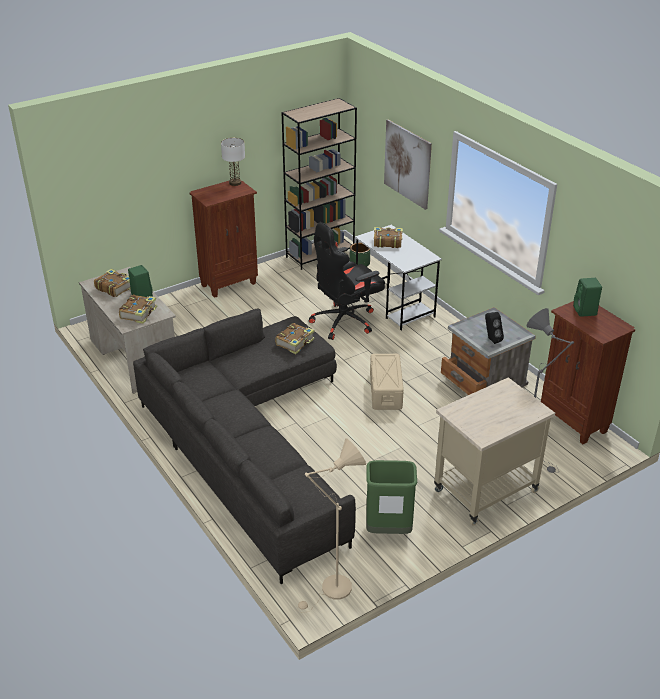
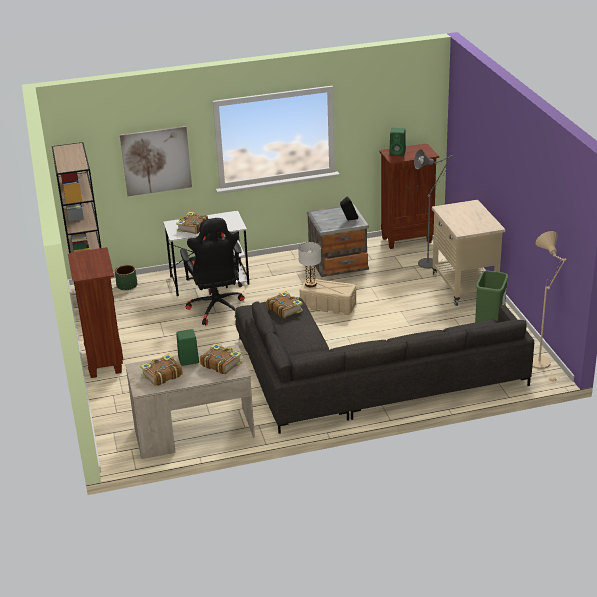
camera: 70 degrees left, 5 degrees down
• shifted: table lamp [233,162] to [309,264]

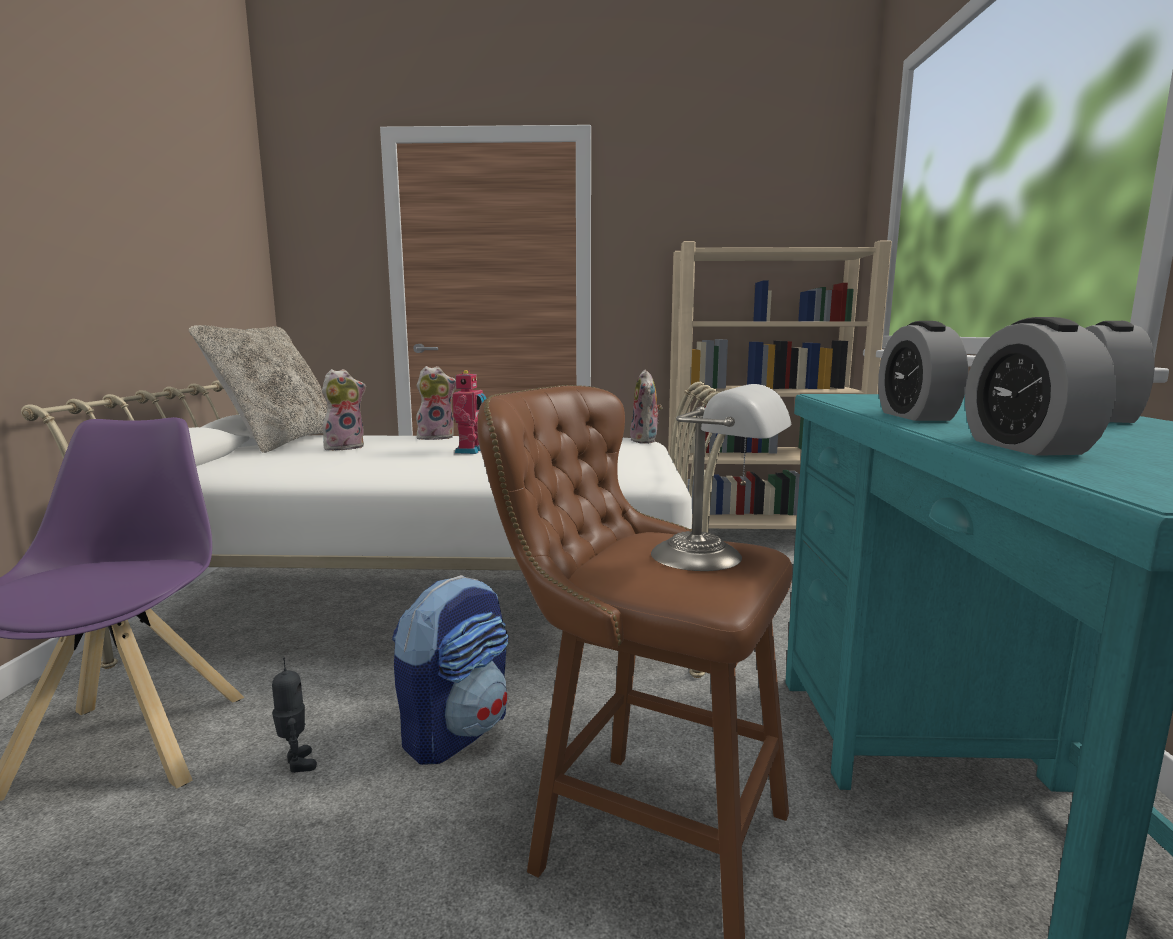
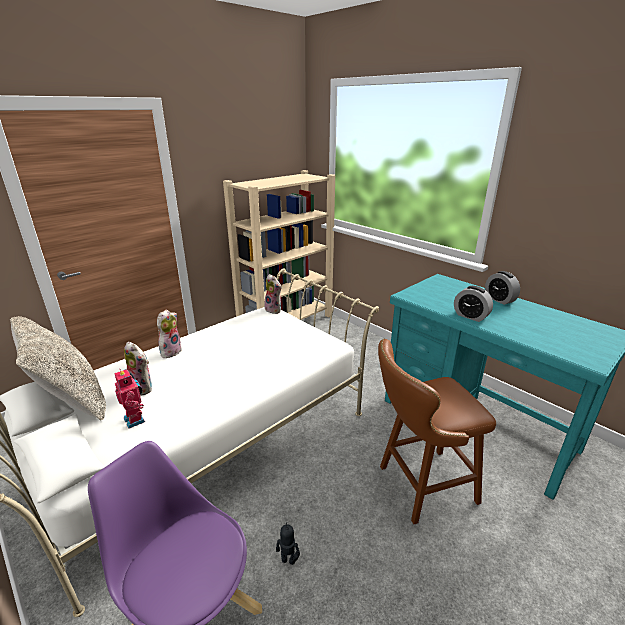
camera: 45 degrees left, 15 degrees up
• gone: knapsack [450,670]
• gone: white table lamp [721,477]
• gone: bedside clock [1041,386]
• shifted: model robot [469,412] to [129,399]
• rotated: soft toy [344,409] = [138,369] 120 degrees clockwise

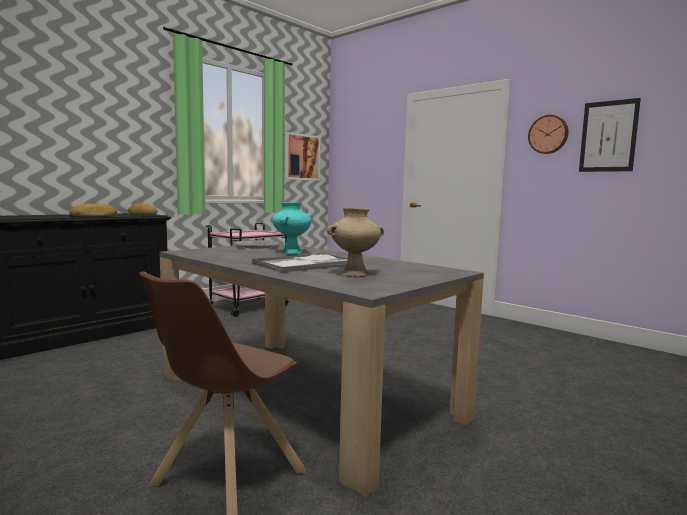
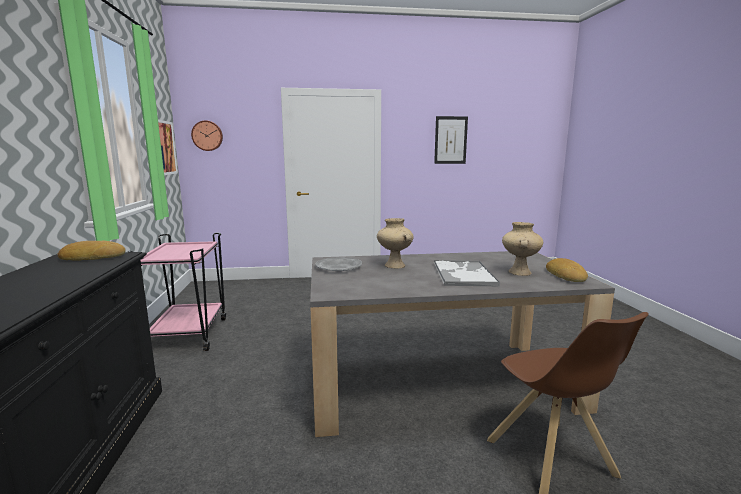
camera: 50 degrees left, 5 degrees up
• shifted: bread [93,210] to [567,270]
• shifted: wall clock [548,134] to [207,135]
• repainted: turquoise-coloured decorative vase [291,228] to sand-coloured decorative vase [395,243]

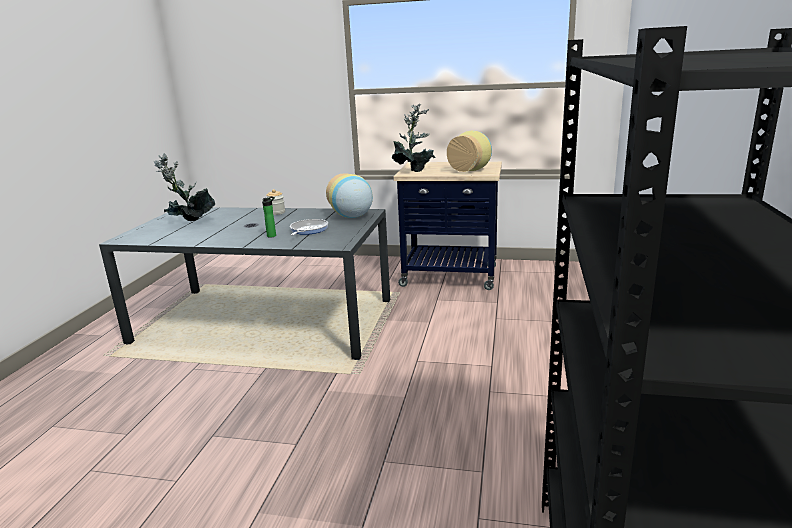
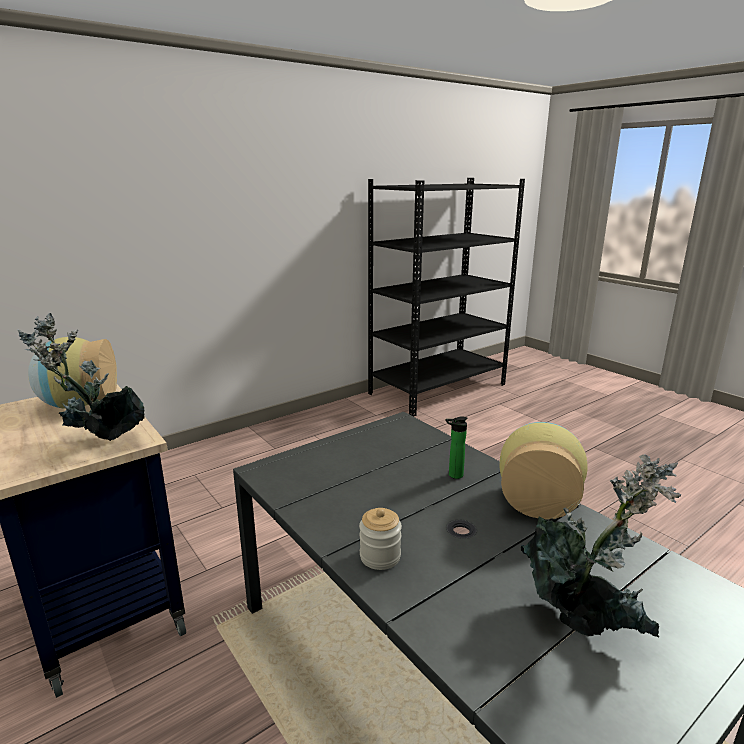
camera: 140 degrees left, 0 degrees up
• gone: skillet [309,227]
• shifted: decorative vase [349,195] to [543,471]

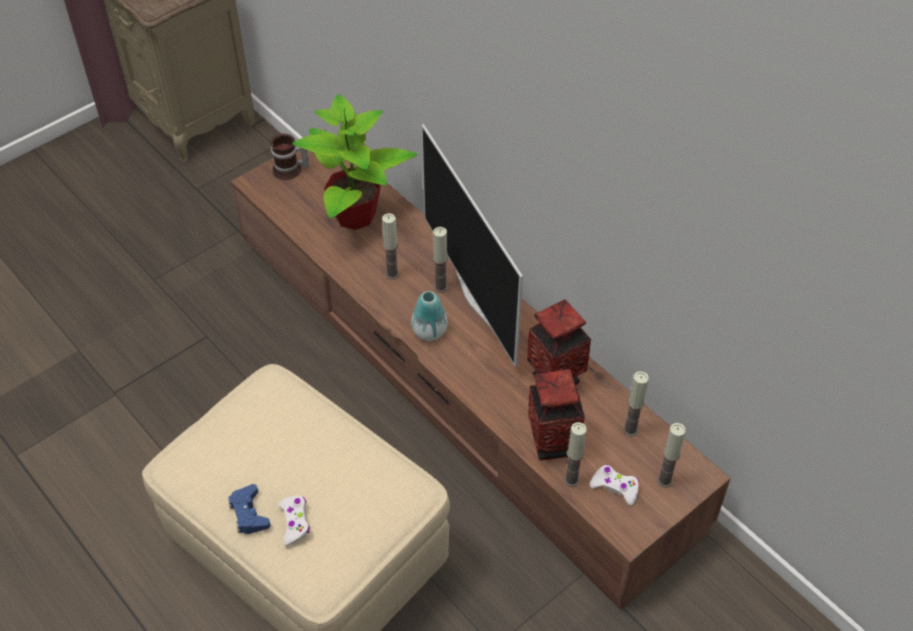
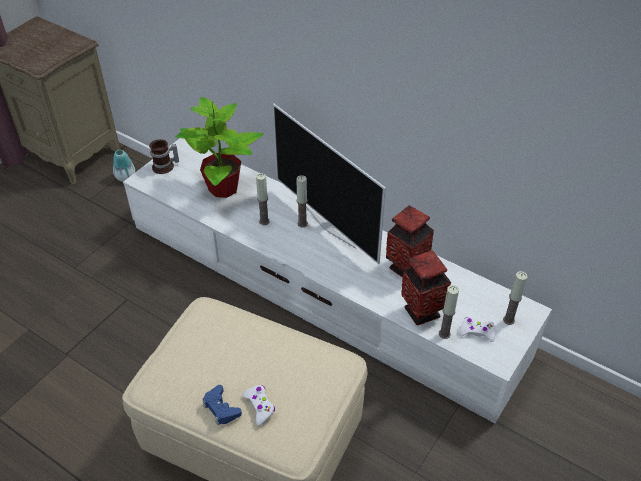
camera: 15 degrees left, 5 degrees down
• gone: wax light [636,403]
• shifted: decorative vase [429,316] to [124,166]
• repainted: brown-coloured tv unit [481,370] to white tv unit [337,280]

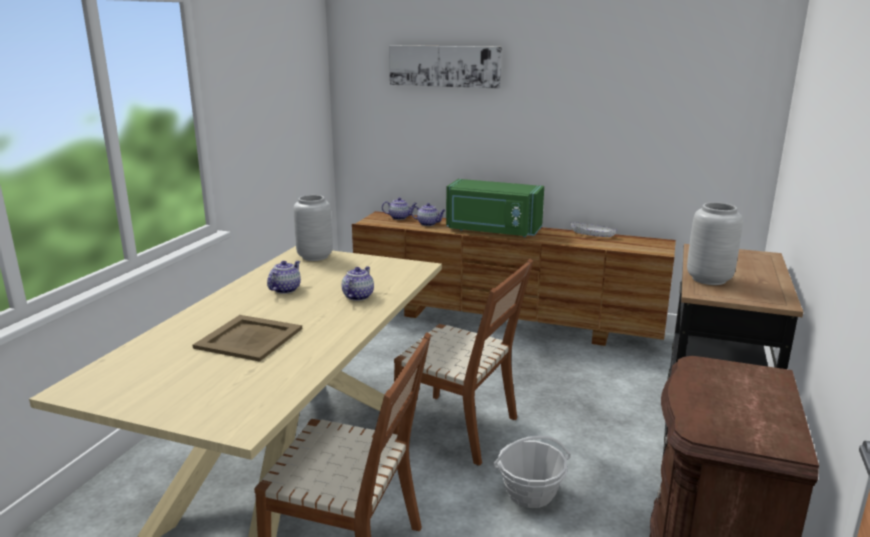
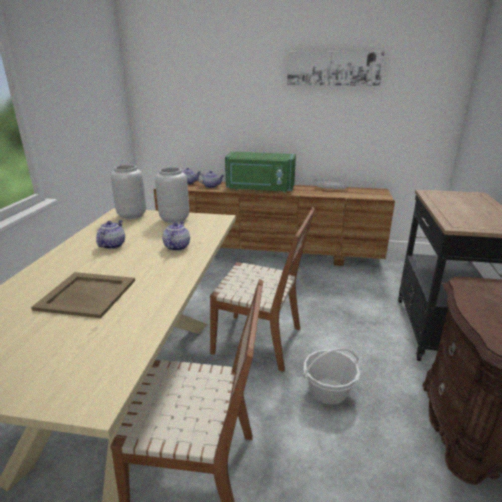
camera: 10 degrees left, 5 degrees up
• shifted: picture [445,67] to [336,68]
• shifted: greyish decorative vase [715,243] to [172,195]

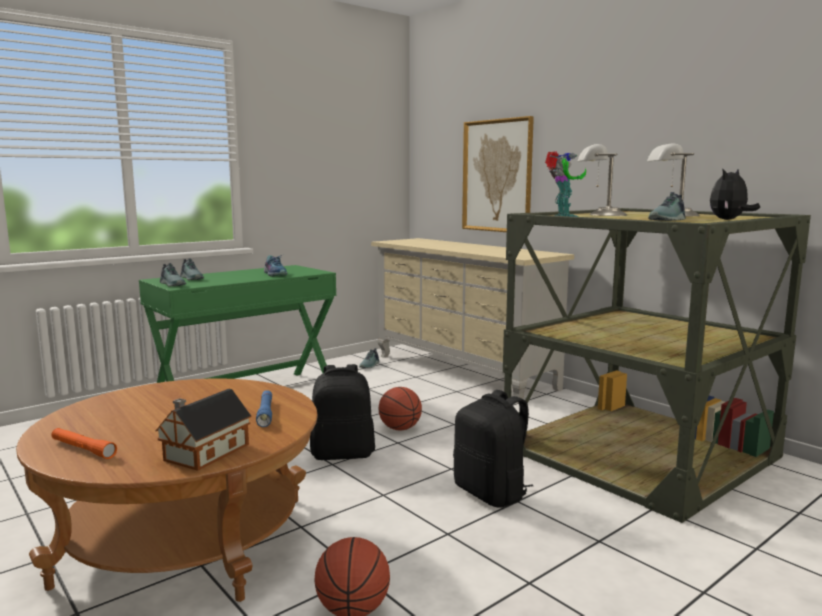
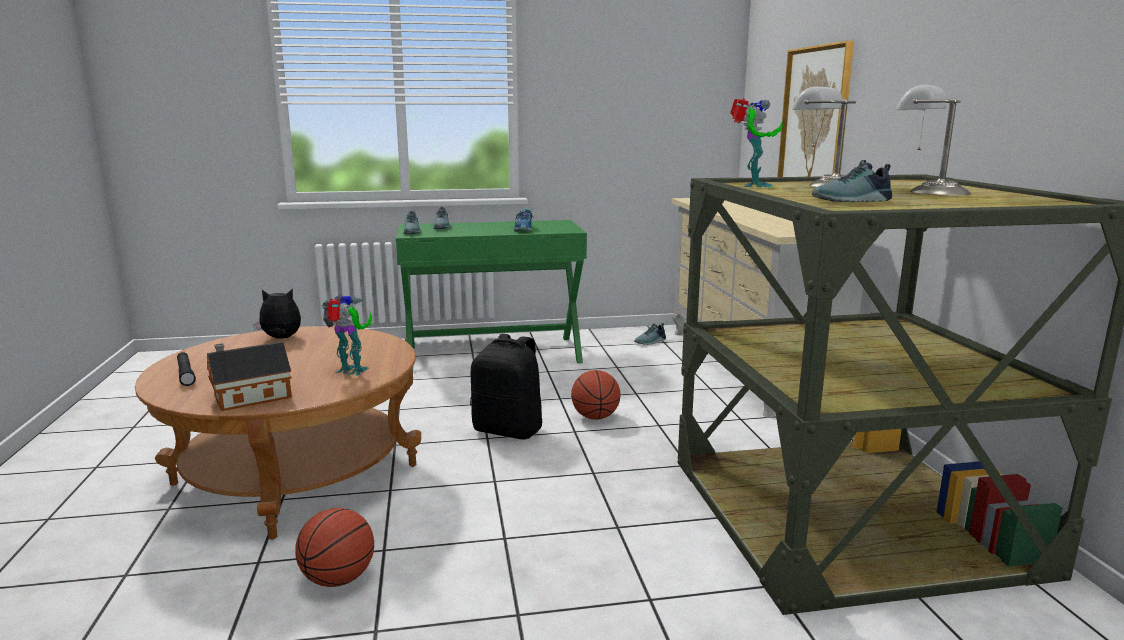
camera: 30 degrees right, 5 degrees up
• gone: black-coloured knapsack [493,449]
• shifted: soft toy [735,194] to [277,314]
• swapped: blue hand torch [264,408] to model robot [346,335]
• repainted: orange-coloured hand torch [84,443] to black-coloured hand torch [186,369]

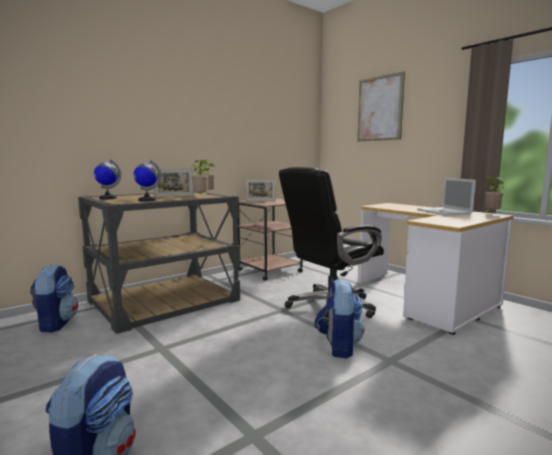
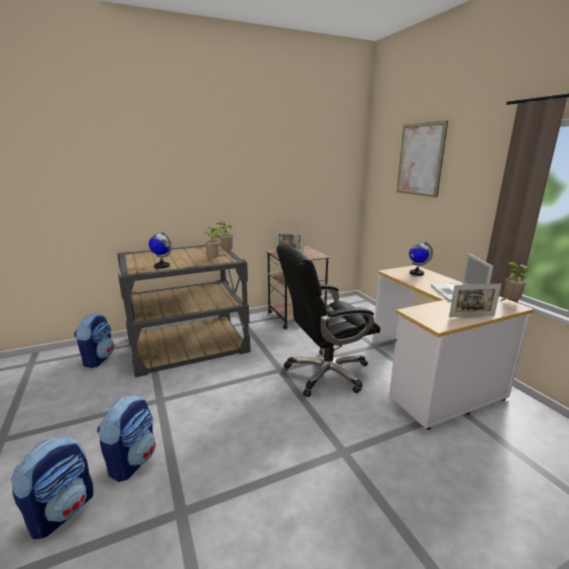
camera: 15 degrees right, 10 degrees up
• shifted: world globe [107,179] to [421,259]
• shifted: standing frame [174,182] to [475,301]
• shifted: knapsack [339,318] to [126,438]

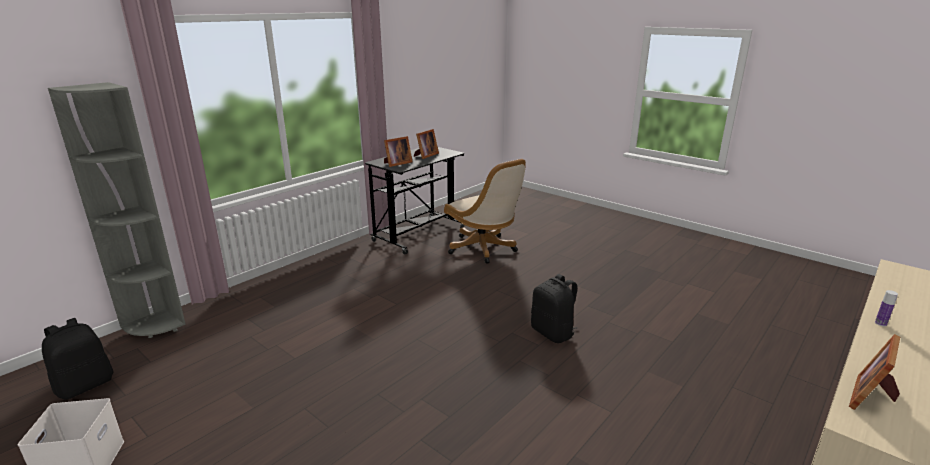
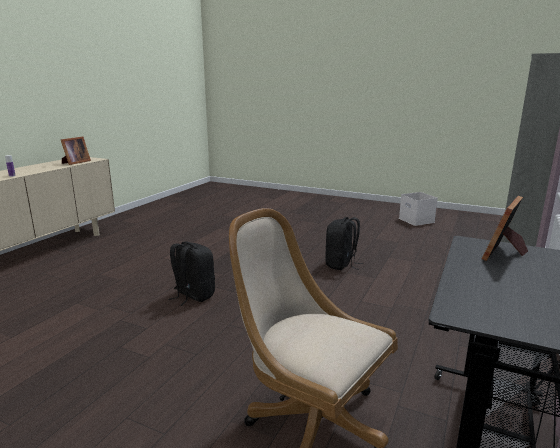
camera: 165 degrees right, 5 degrees down
• gone: standing frame [426,144]
• shifted: black-coloured knapsack [78,359] to [344,243]

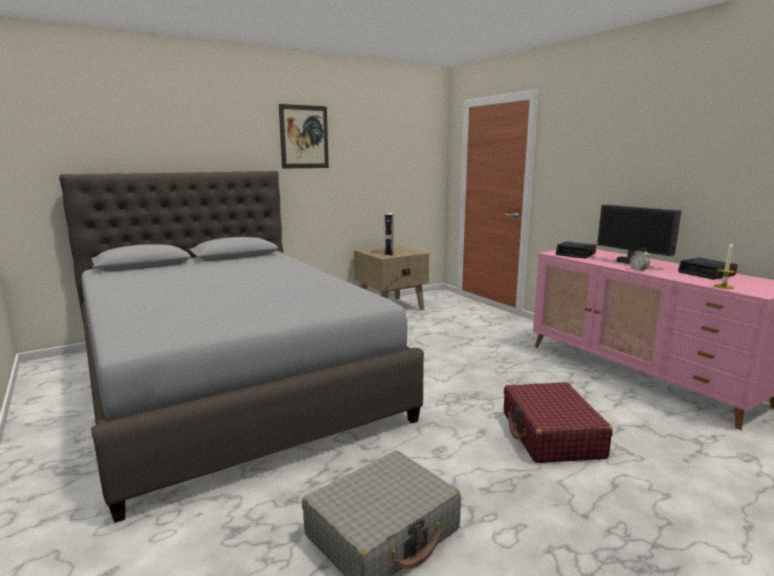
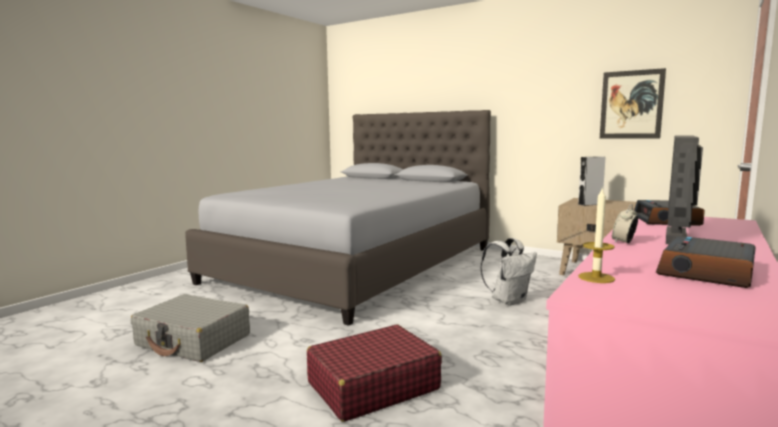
camera: 65 degrees right, 5 degrees down
• new: white knapsack [509,272]
• shifted: picture [304,136] to [633,103]

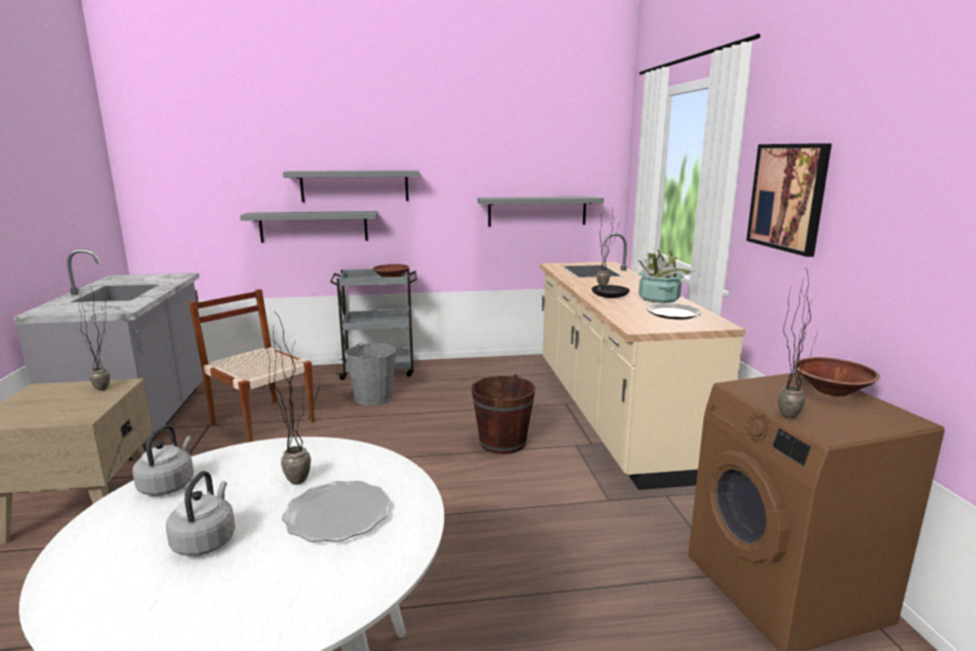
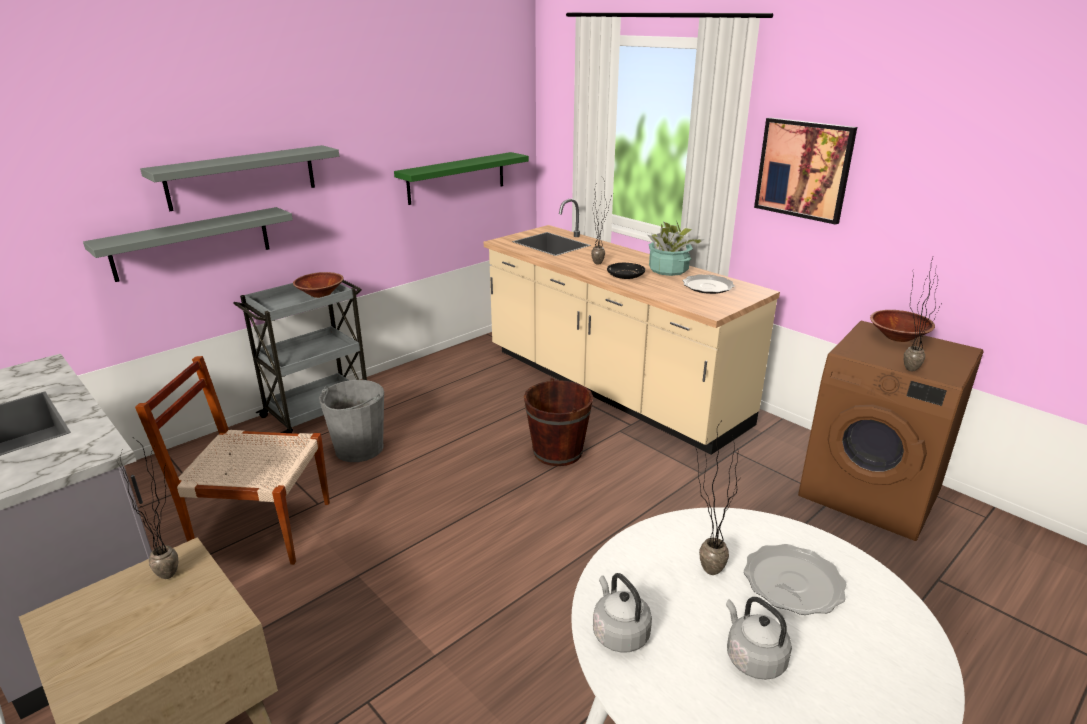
camera: 35 degrees left, 10 degrees up
• repainted: greyish wall shelf [540,211] to green wall shelf [461,178]

